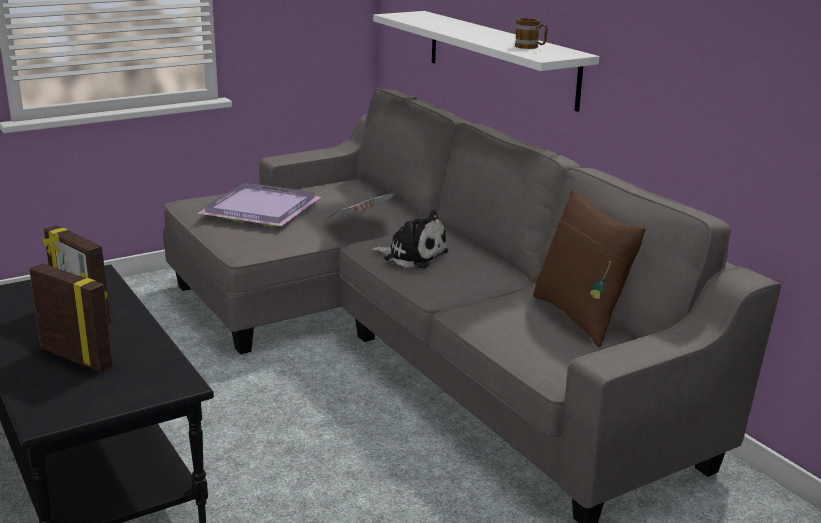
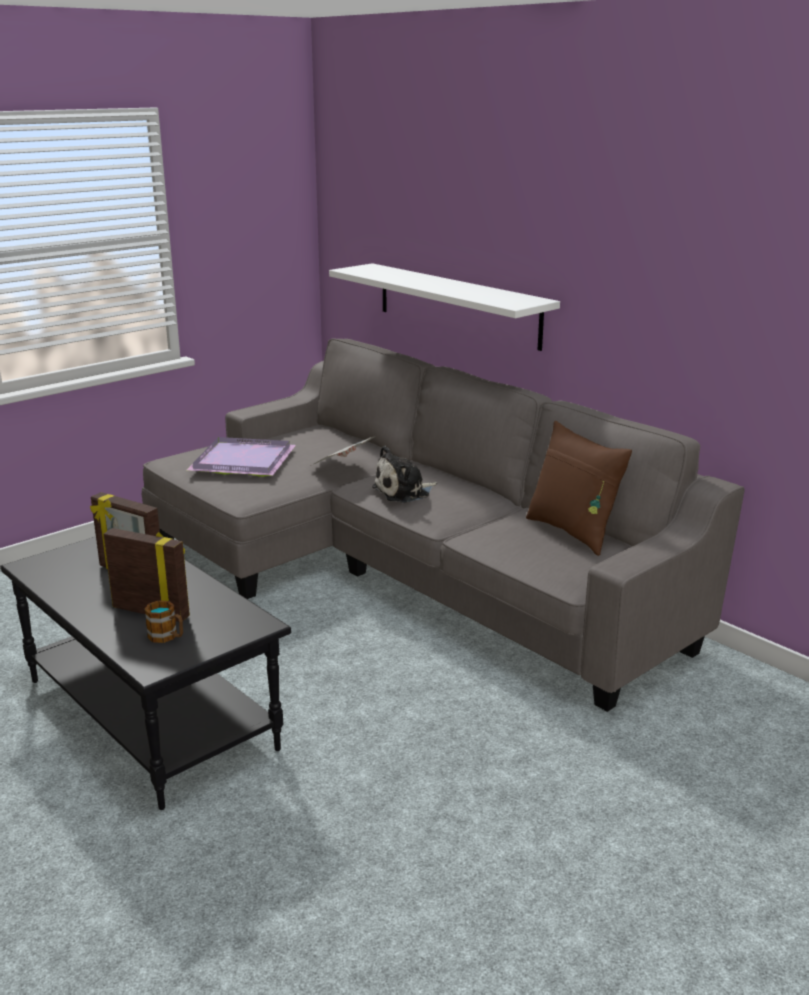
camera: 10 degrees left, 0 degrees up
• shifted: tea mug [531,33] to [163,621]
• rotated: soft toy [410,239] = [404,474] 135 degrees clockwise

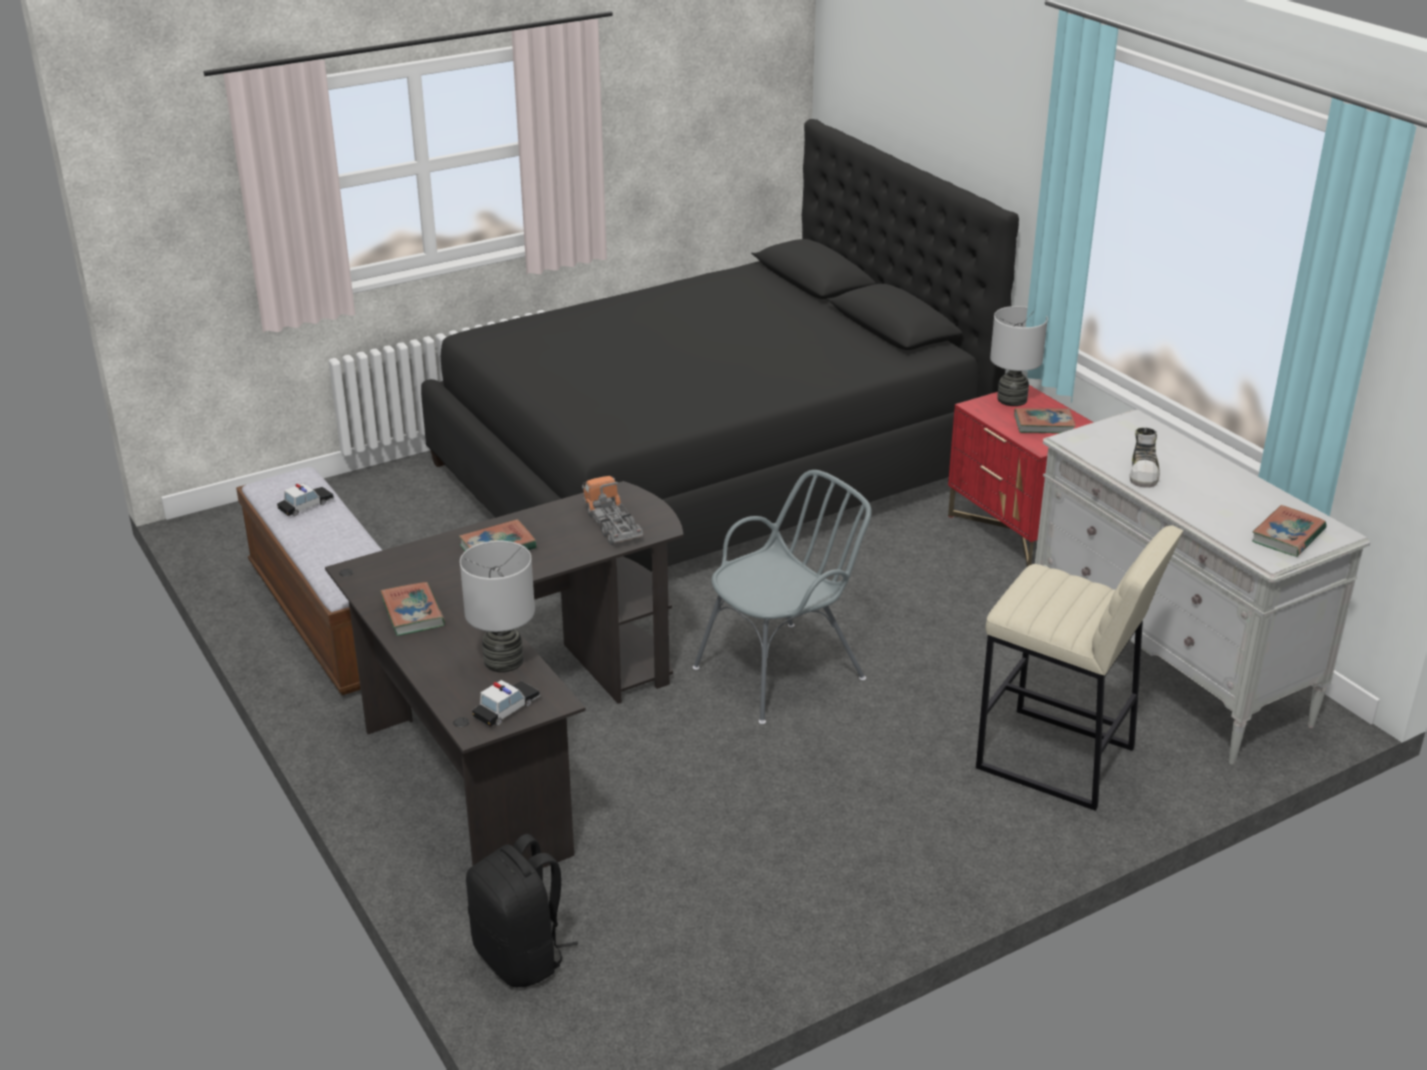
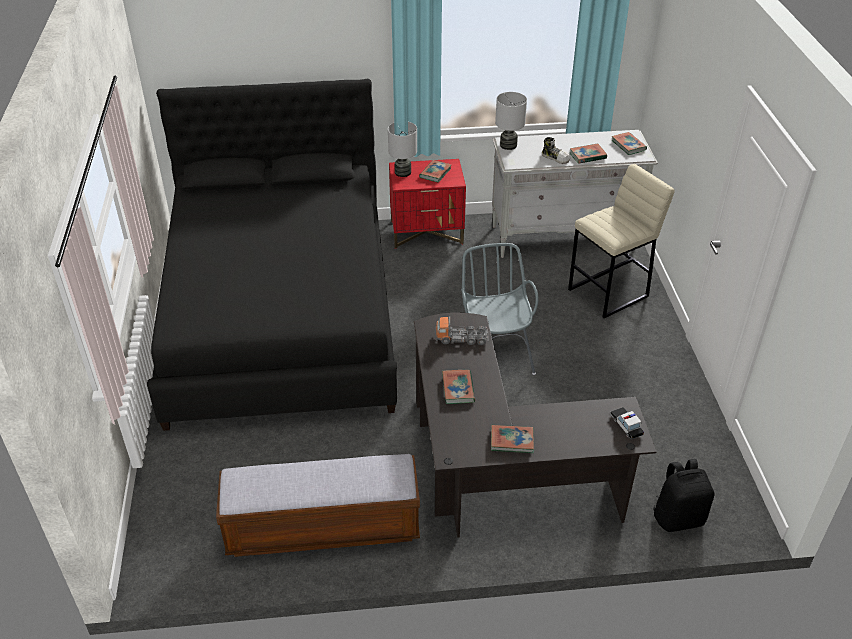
camera: 65 degrees left, 10 degrees up
• gone: miniature car [305,499]
• new: volume [588,153]
• shifted: greyish table lamp [497,606] to [511,121]

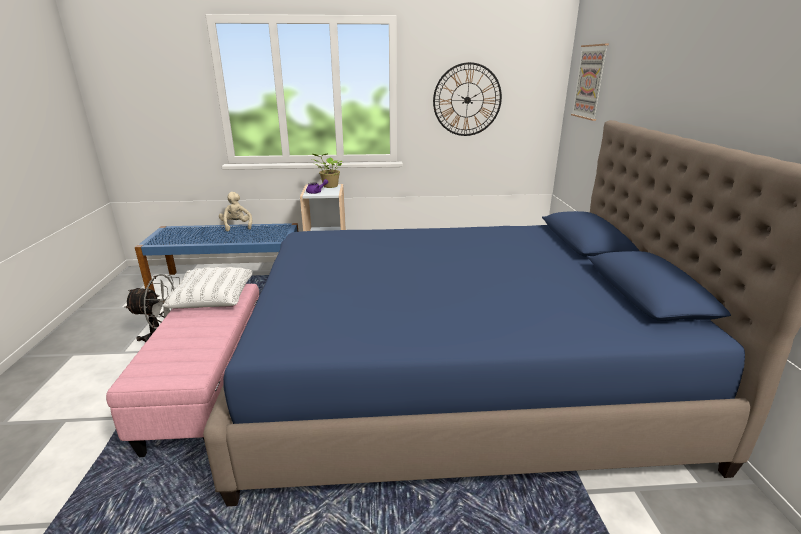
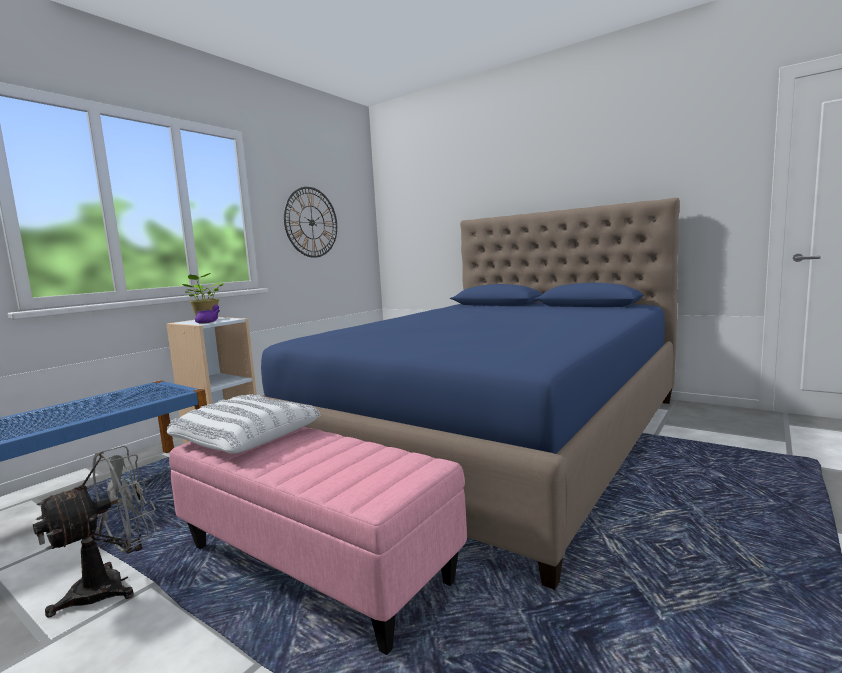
camera: 50 degrees left, 15 degrees down
• gone: sand-coloured soft toy [235,211]
• gone: picture [590,82]

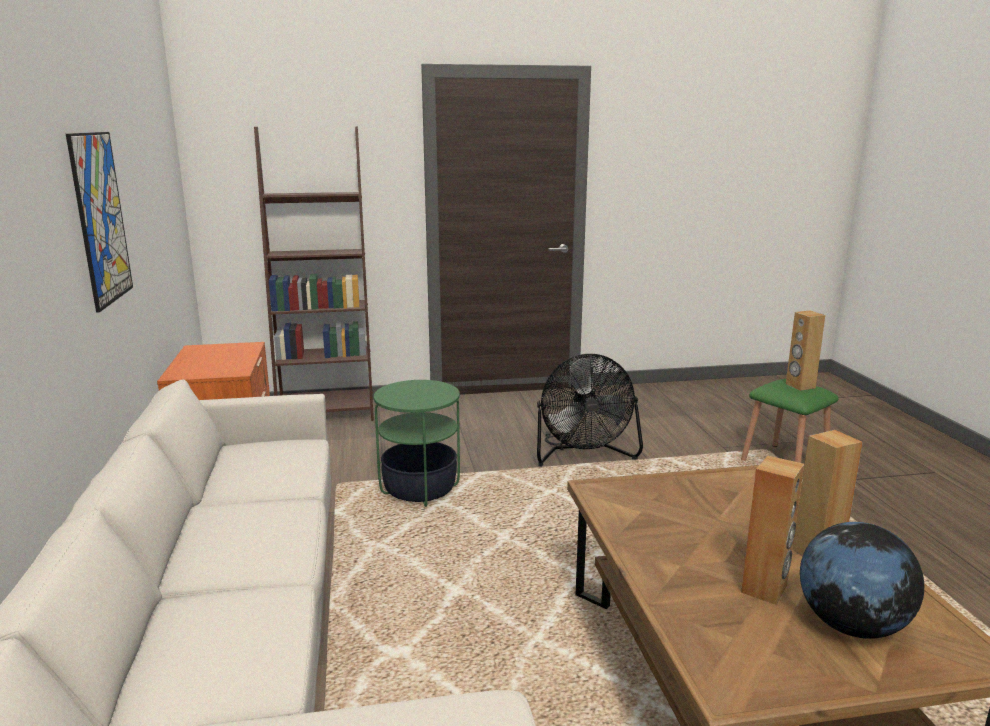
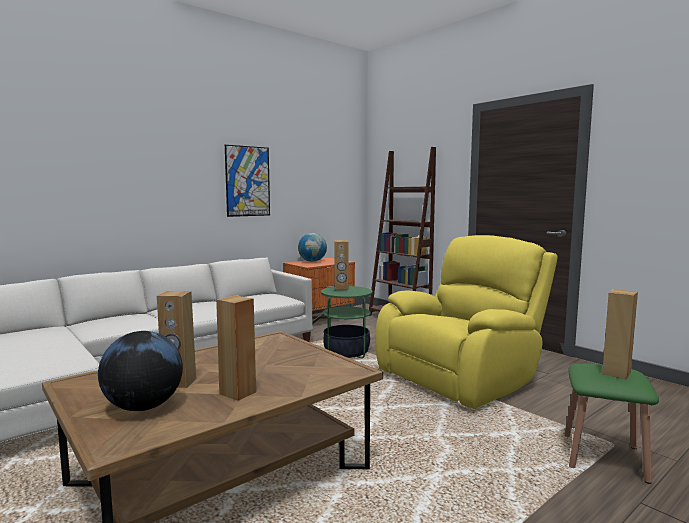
camera: 60 degrees right, 10 degrees down
• new: world globe [312,247]
• new: brown-coloured loudspeaker [341,265]
• swapped: black-coloured electric fan [590,410] to yellow-coloured armchair [466,322]

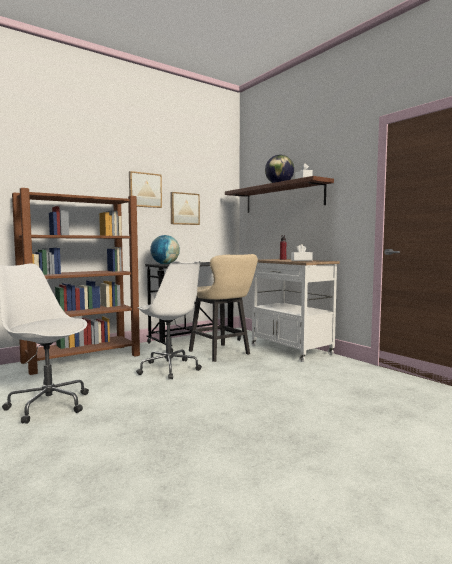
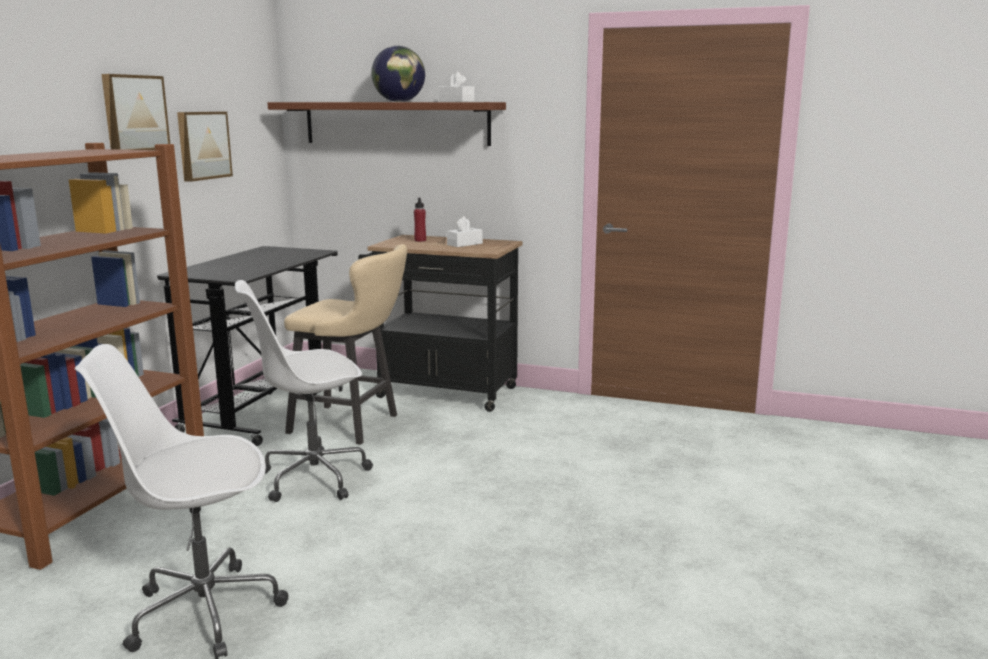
camera: 35 degrees left, 10 degrees up
• gone: world globe [165,249]
• repainted: white trolley [295,310] to black-coloured trolley [440,323]
• rotated: white computer chair [169,320] = [304,391] 150 degrees clockwise

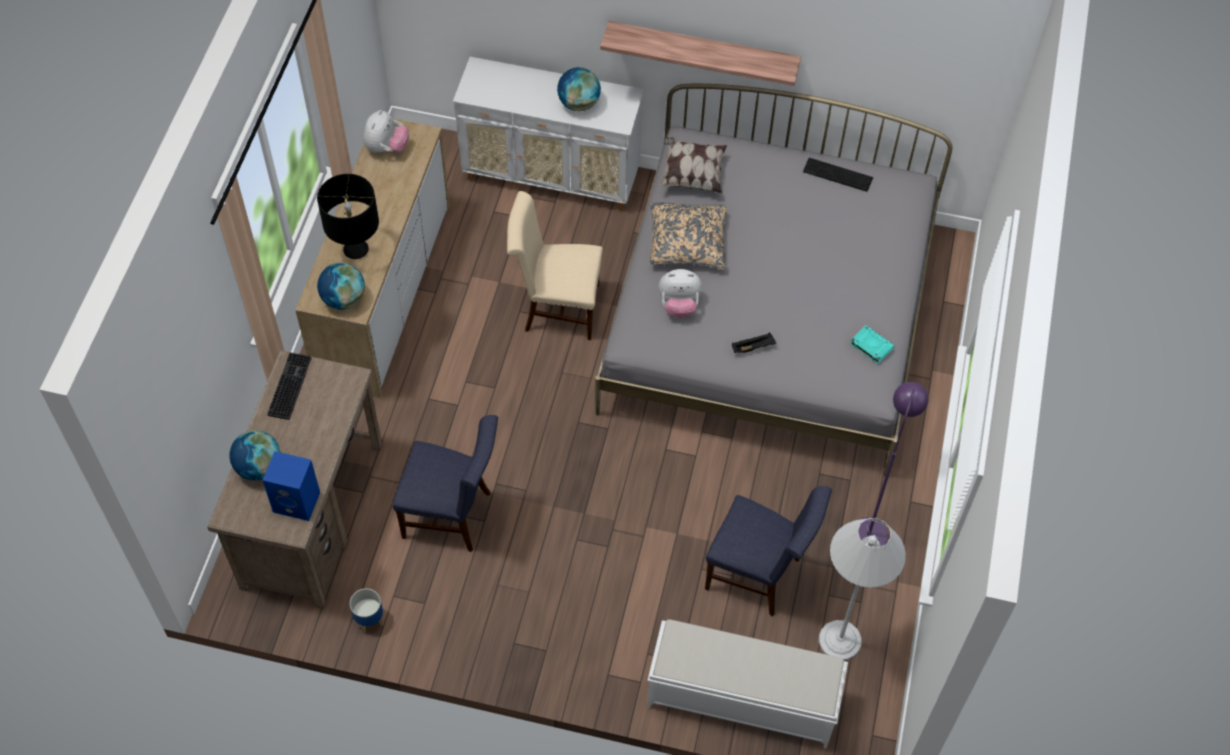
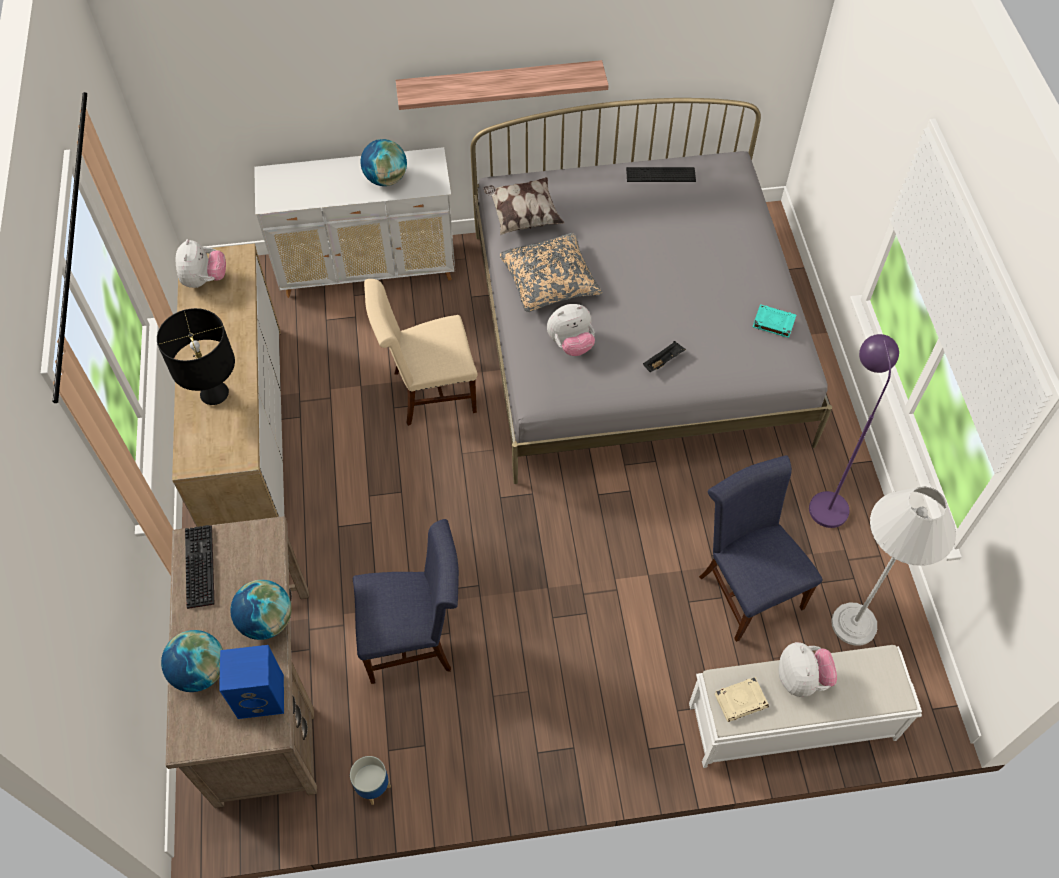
camera: 20 degrees left, 0 degrees up
• new: sand-coloured volume [742,699]
• new: soft toy [808,669]
• shifted: world globe [341,286] to [261,610]
• rotated: blue chair [768,551] = [760,548] 120 degrees counterclockwise

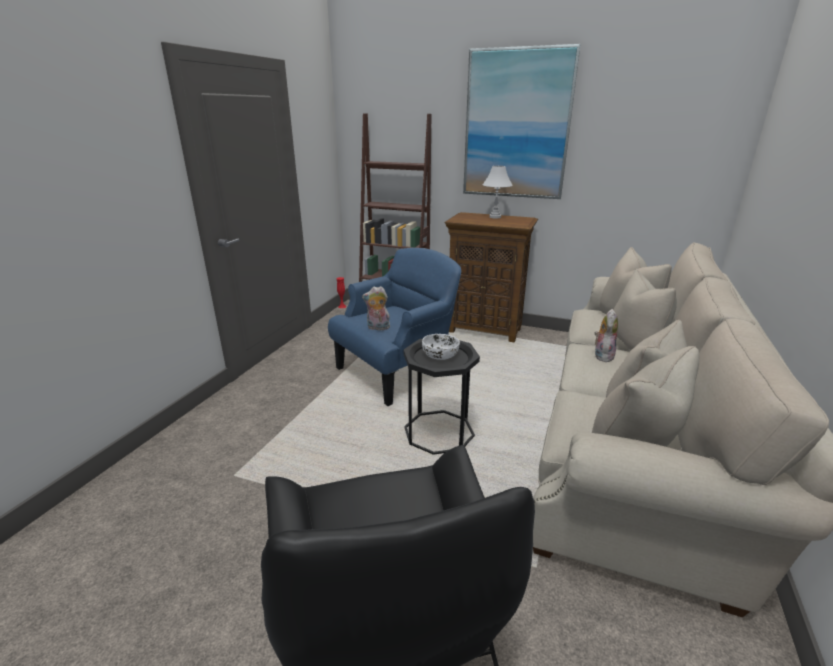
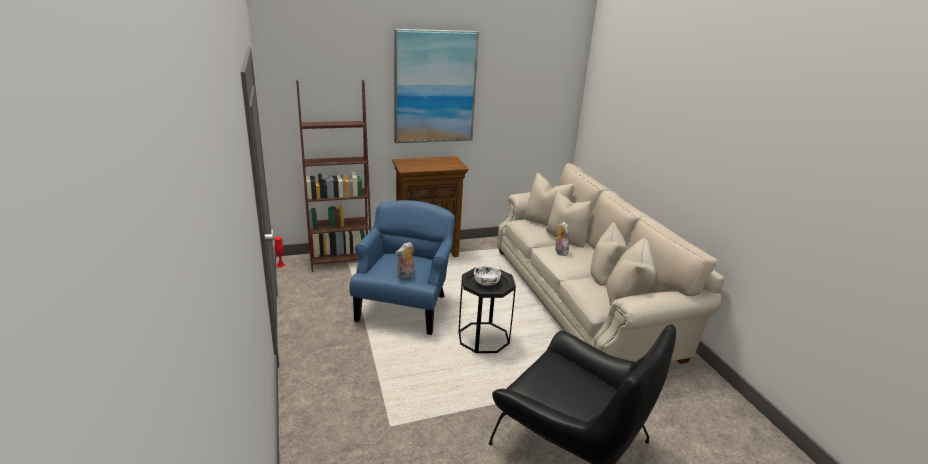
camera: 40 degrees left, 0 degrees up
• gone: white table lamp [497,192]

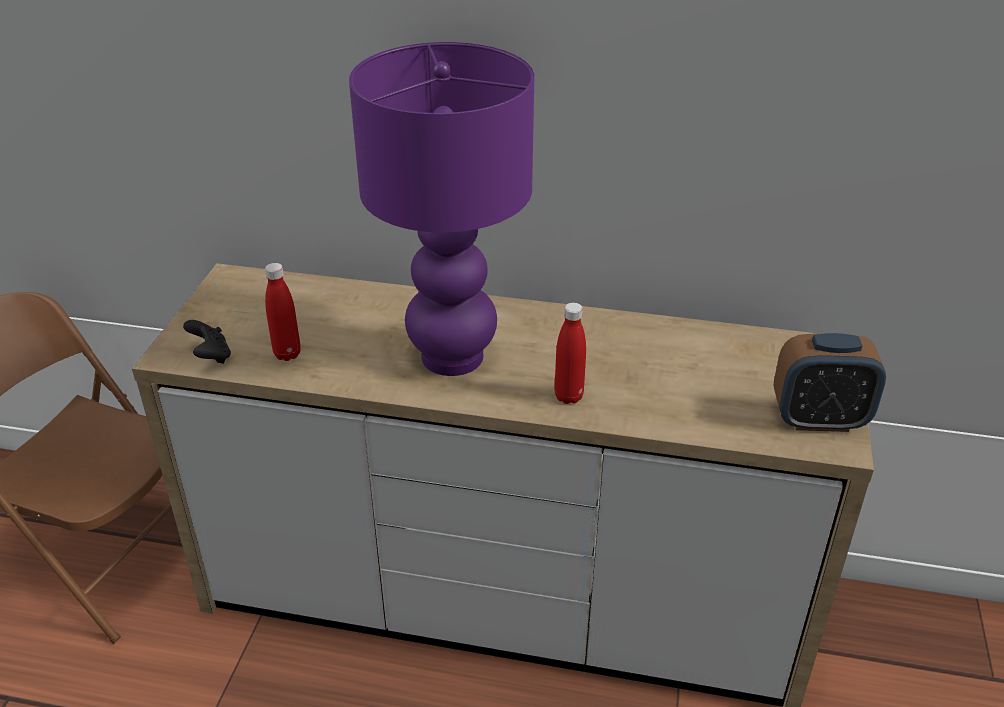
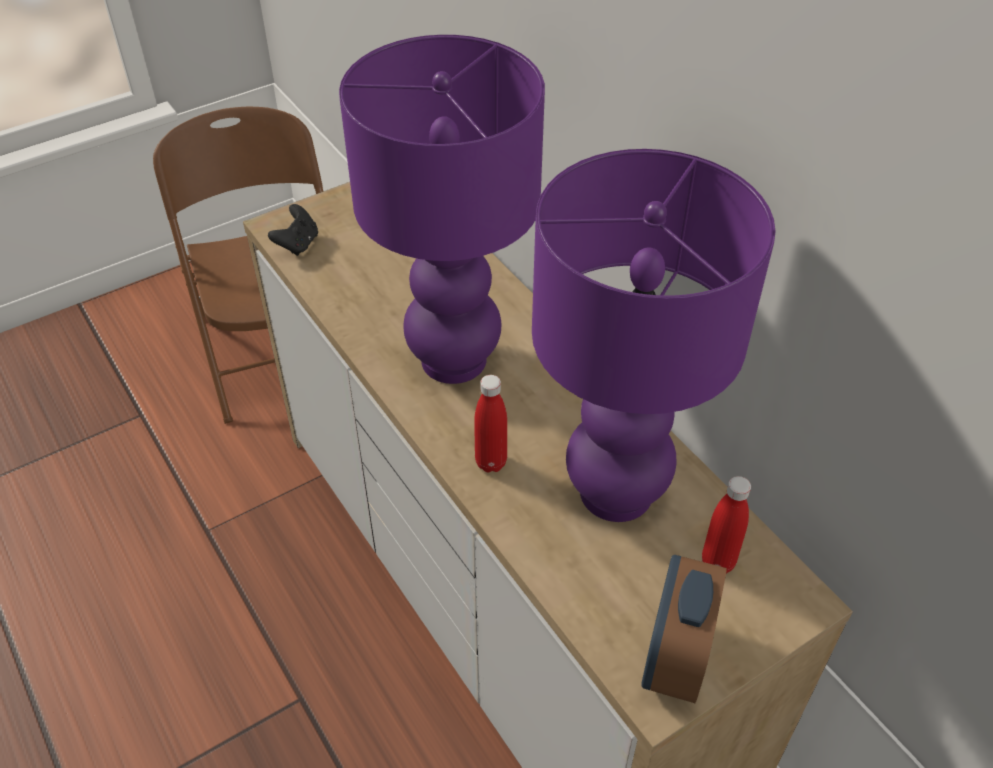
camera: 45 degrees right, 10 degrees up
• new: purple-coloured table lamp [654,335]
• shifted: red-coloured drink bottle [283,312] to [726,525]
• rotated: bedside clock [830,382] = [684,629] 60 degrees clockwise

